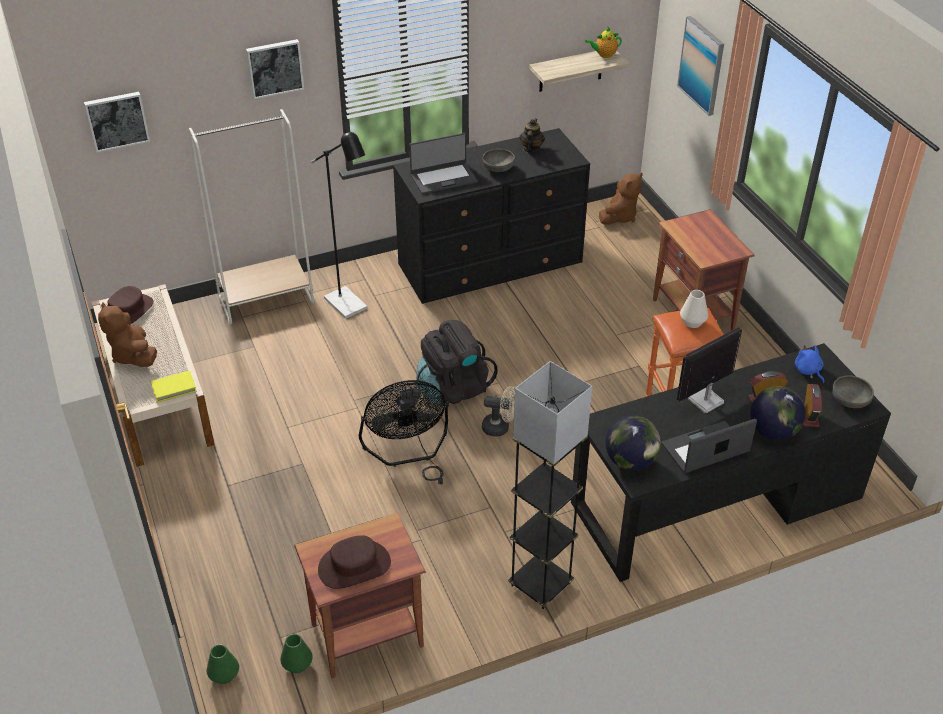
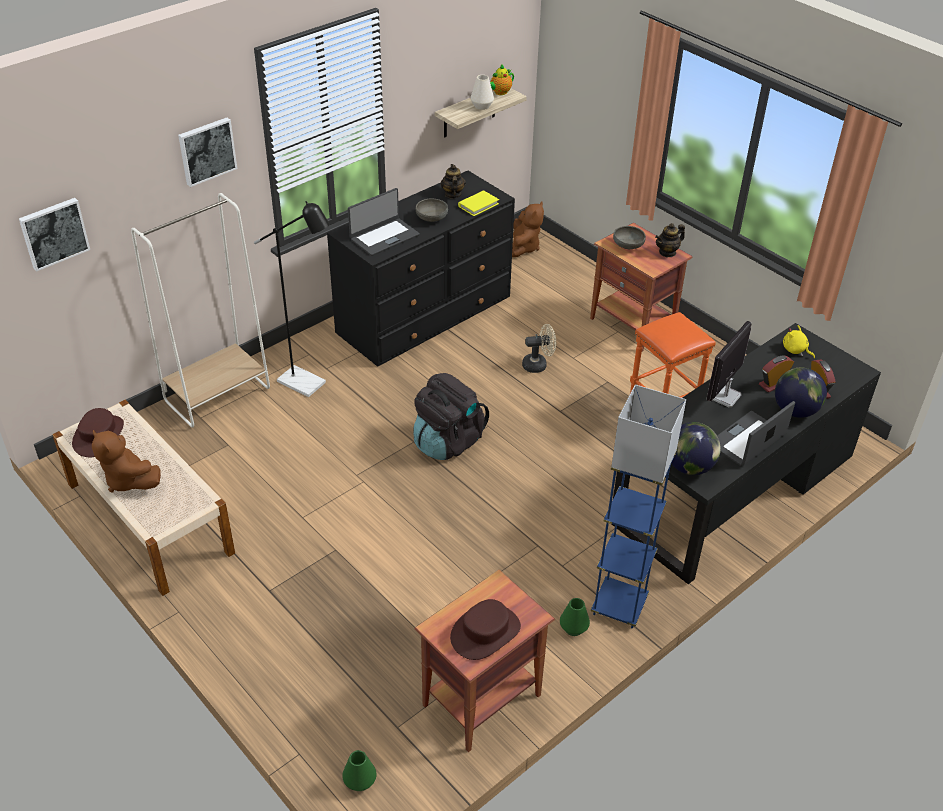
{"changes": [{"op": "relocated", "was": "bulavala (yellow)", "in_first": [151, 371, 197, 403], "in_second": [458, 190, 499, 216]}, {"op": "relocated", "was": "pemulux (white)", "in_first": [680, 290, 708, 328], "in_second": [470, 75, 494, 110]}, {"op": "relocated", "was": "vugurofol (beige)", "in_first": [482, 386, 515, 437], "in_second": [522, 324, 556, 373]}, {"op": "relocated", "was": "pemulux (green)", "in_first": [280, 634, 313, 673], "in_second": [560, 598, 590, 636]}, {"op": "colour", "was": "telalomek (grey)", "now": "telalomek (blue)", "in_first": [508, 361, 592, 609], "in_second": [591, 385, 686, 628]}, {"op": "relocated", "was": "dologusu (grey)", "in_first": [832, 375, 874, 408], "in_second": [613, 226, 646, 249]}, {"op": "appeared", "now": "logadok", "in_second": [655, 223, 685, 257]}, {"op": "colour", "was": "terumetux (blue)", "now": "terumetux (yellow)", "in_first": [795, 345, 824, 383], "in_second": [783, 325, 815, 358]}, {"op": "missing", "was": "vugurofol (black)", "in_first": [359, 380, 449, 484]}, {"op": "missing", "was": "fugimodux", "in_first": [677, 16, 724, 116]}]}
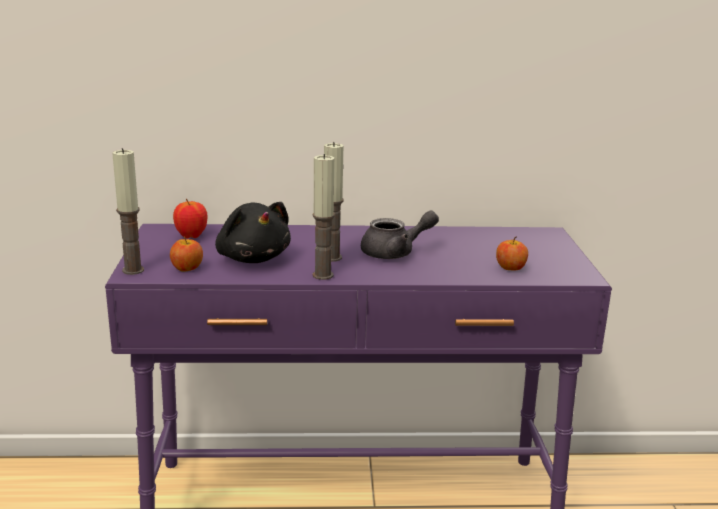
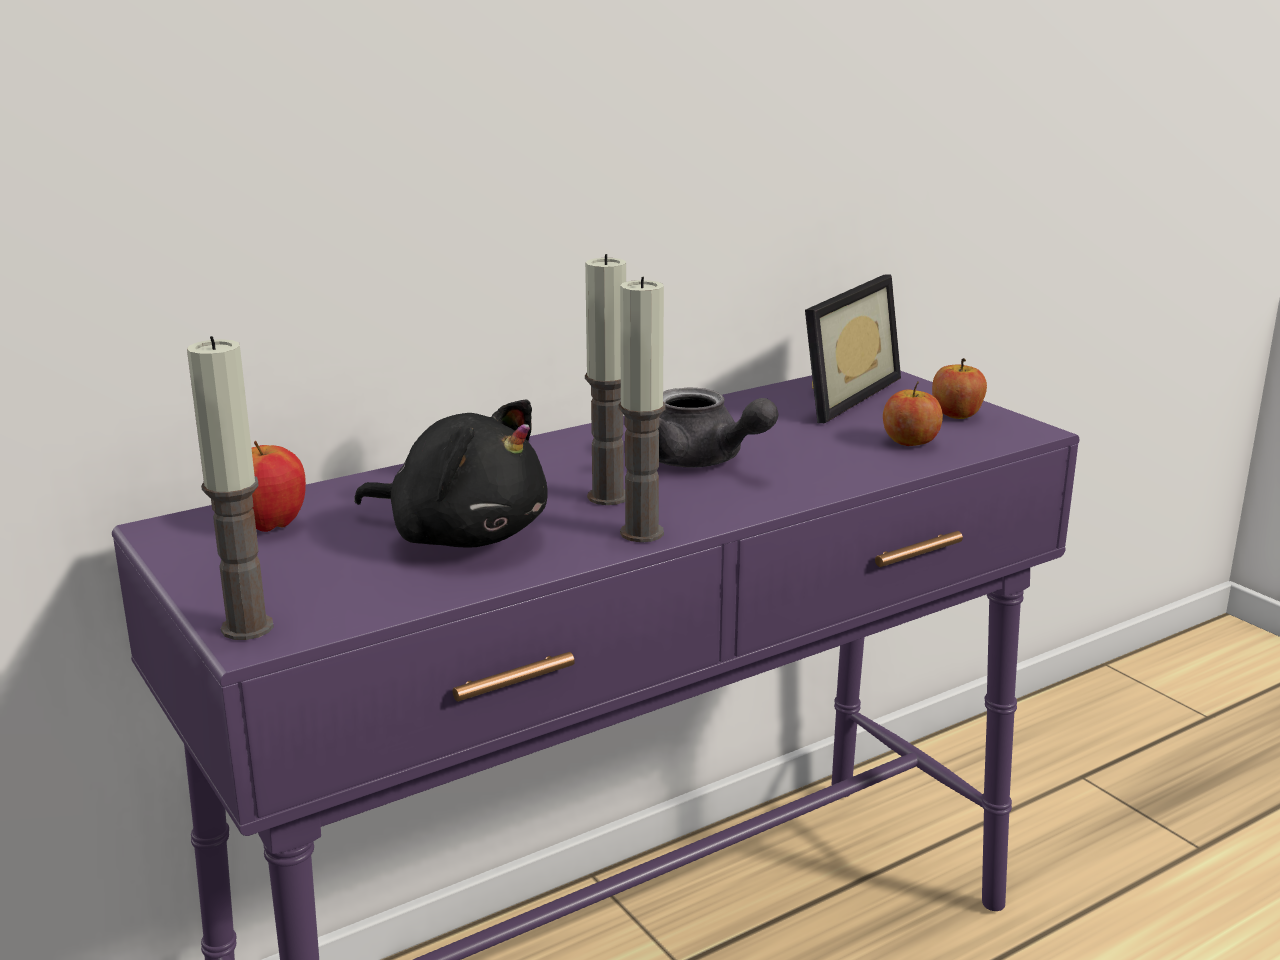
{"changes": [{"op": "spun", "was": "logadok (grey)", "in_first": [361, 211, 439, 259], "in_second": [658, 387, 779, 467], "clockwise": 90}, {"op": "appeared", "now": "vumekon", "in_second": [805, 274, 901, 423]}, {"op": "relocated", "was": "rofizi", "in_first": [170, 236, 203, 272], "in_second": [932, 358, 987, 419]}]}
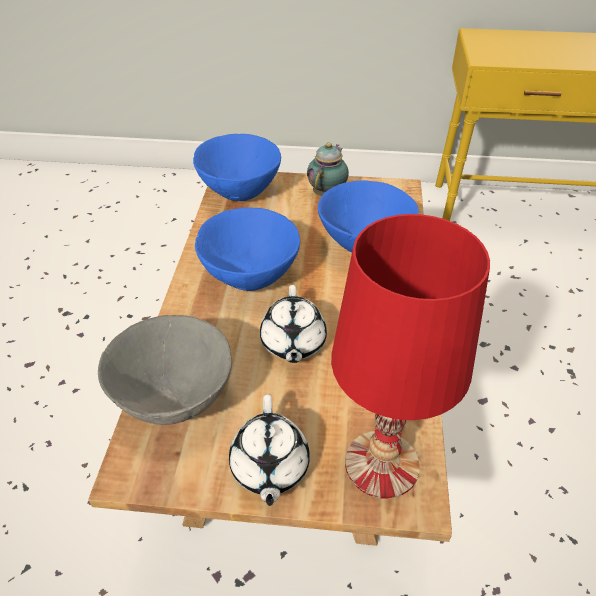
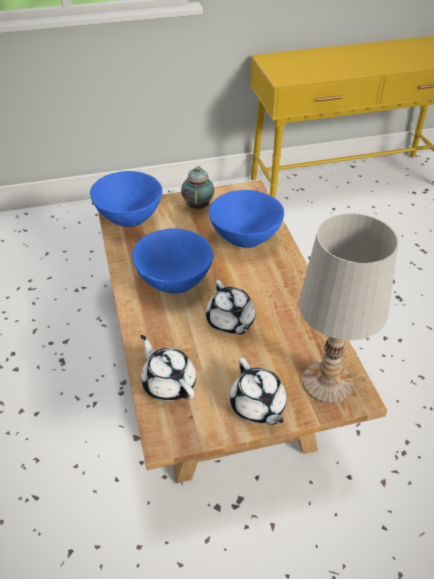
{"changes": [{"op": "exchanged", "was": "dologusu (grey)", "now": "logadok (white)", "in_first": [98, 315, 232, 425], "in_second": [141, 335, 196, 401]}, {"op": "colour", "was": "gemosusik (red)", "now": "gemosusik (white)", "in_first": [331, 214, 490, 499], "in_second": [299, 213, 399, 404]}]}
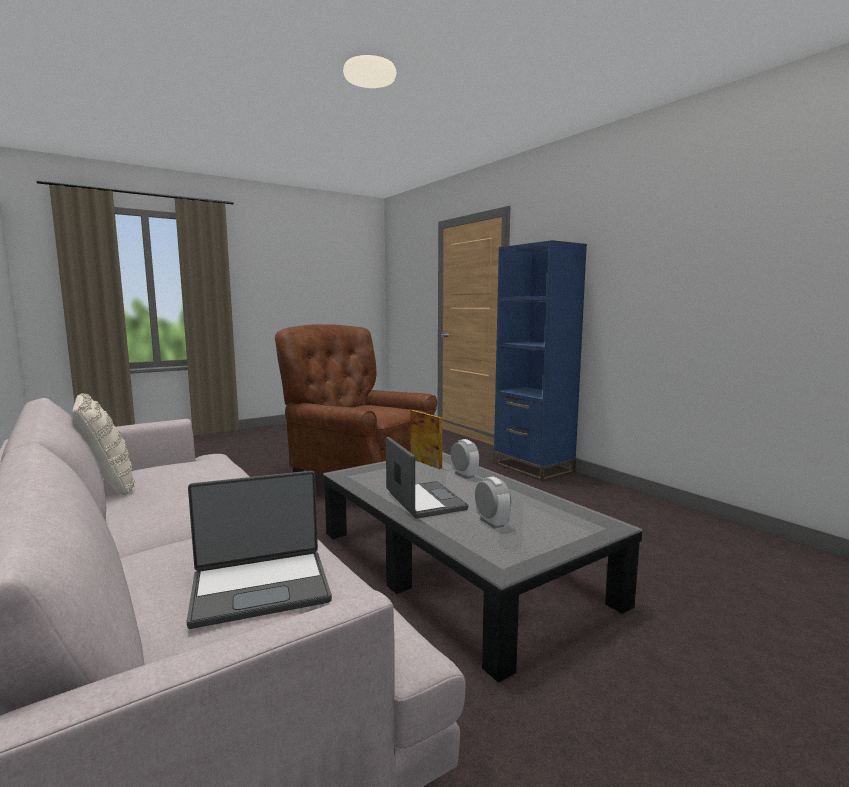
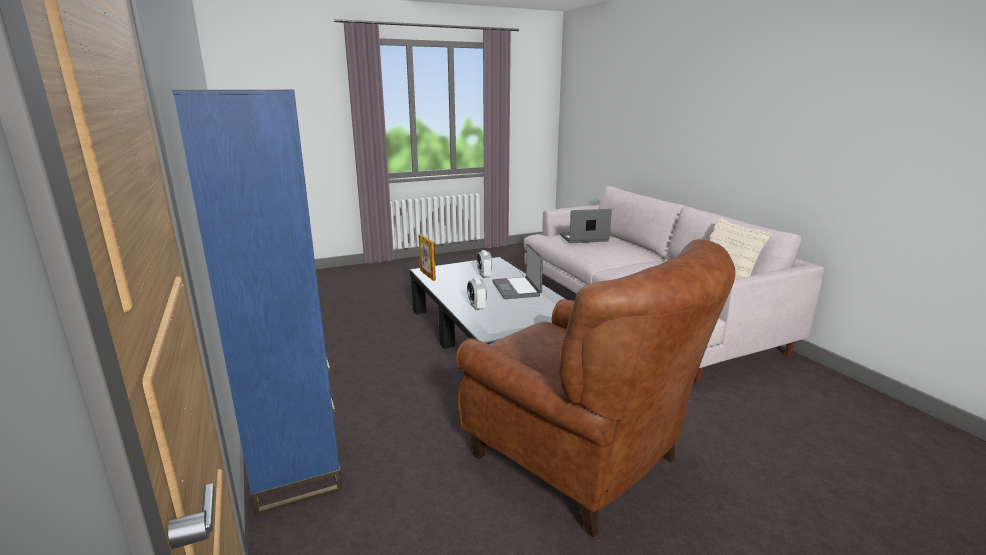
{"changes": [{"op": "relocated", "was": "vumekon", "in_first": [411, 410, 442, 469], "in_second": [418, 234, 436, 281]}]}
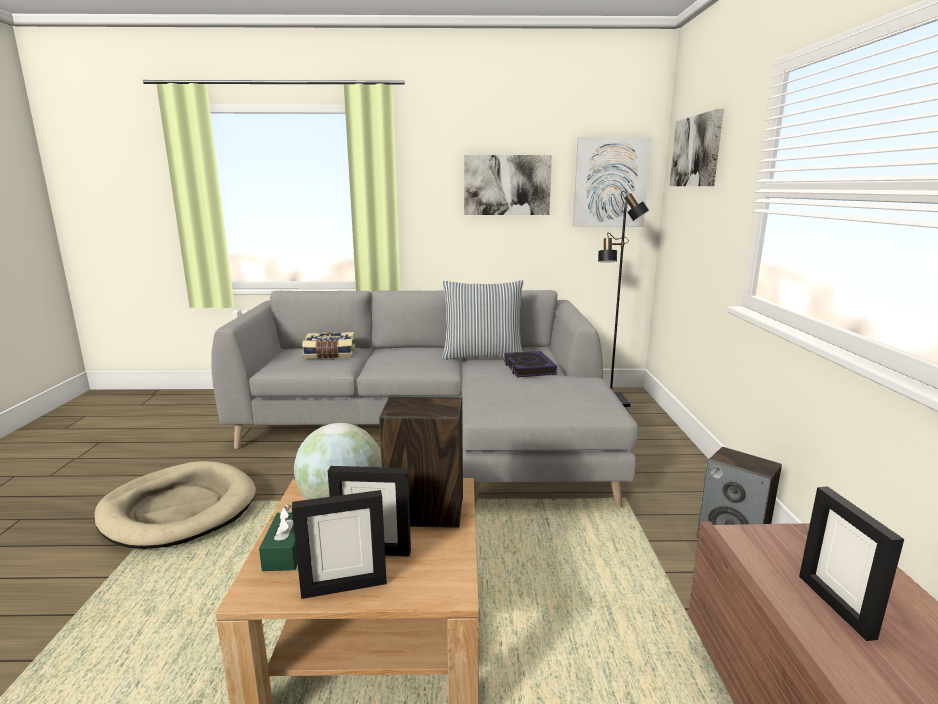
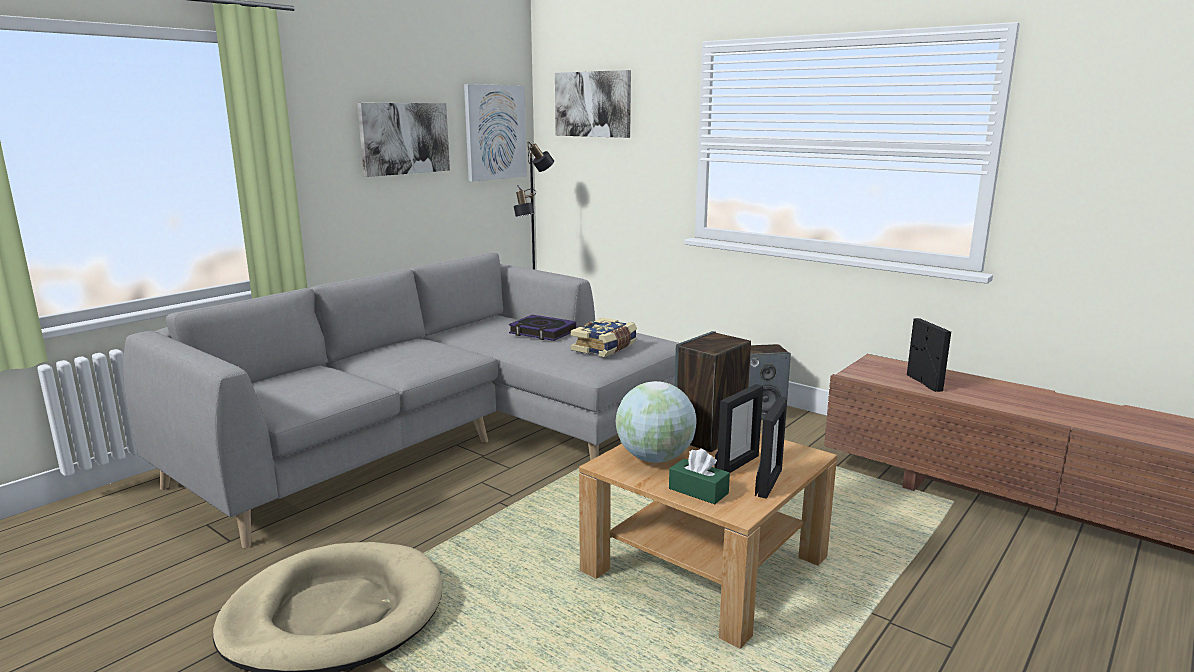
{"changes": [{"op": "relocated", "was": "bulavala", "in_first": [302, 332, 355, 359], "in_second": [571, 318, 637, 357]}, {"op": "spun", "was": "vumekon", "in_first": [799, 486, 904, 641], "in_second": [907, 318, 951, 392], "clockwise": -135}, {"op": "missing", "was": "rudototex", "in_first": [442, 280, 524, 360]}]}
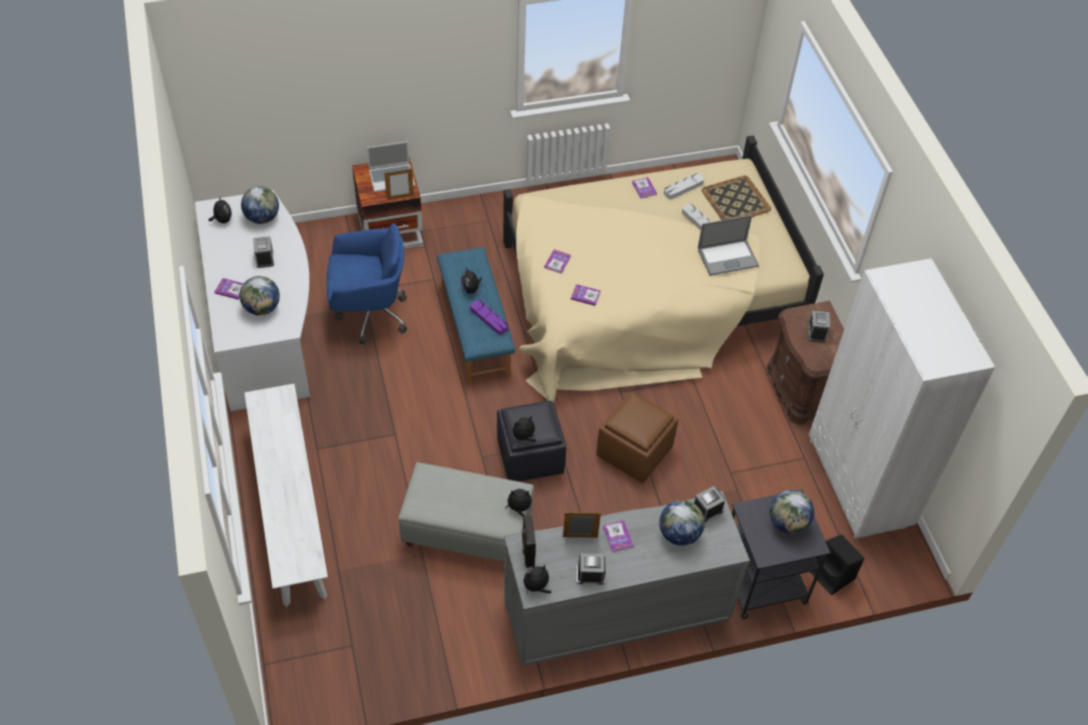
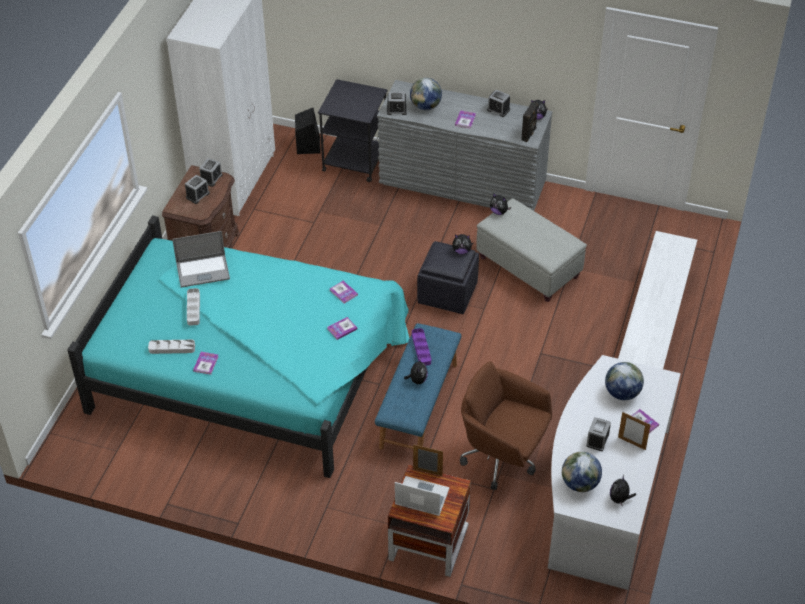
{"changes": [{"op": "colour", "was": "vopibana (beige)", "now": "vopibana (turquoise)", "in_first": [503, 135, 824, 403], "in_second": [67, 215, 410, 478]}, {"op": "spun", "was": "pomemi", "in_first": [698, 215, 759, 276], "in_second": [172, 231, 230, 288], "clockwise": 150}, {"op": "appeared", "now": "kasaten", "in_second": [199, 158, 222, 187]}, {"op": "colour", "was": "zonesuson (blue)", "now": "zonesuson (brown)", "in_first": [327, 223, 407, 345], "in_second": [460, 361, 552, 490]}, {"op": "relocated", "was": "vumekon", "in_first": [563, 512, 601, 538], "in_second": [618, 412, 651, 450]}, {"op": "missing", "was": "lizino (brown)", "in_first": [596, 392, 678, 483]}, {"op": "missing", "was": "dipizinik", "in_first": [702, 176, 771, 220]}, {"op": "missing", "was": "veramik", "in_first": [770, 490, 814, 534]}]}
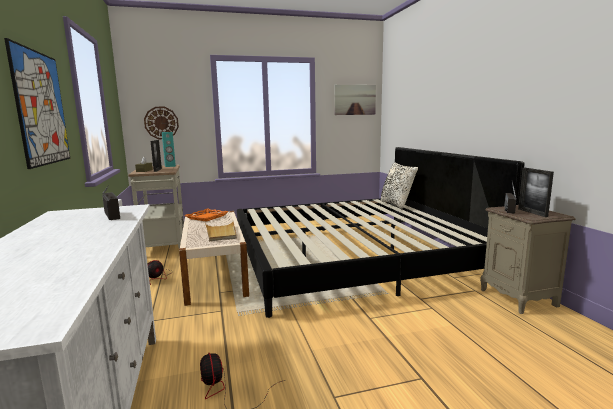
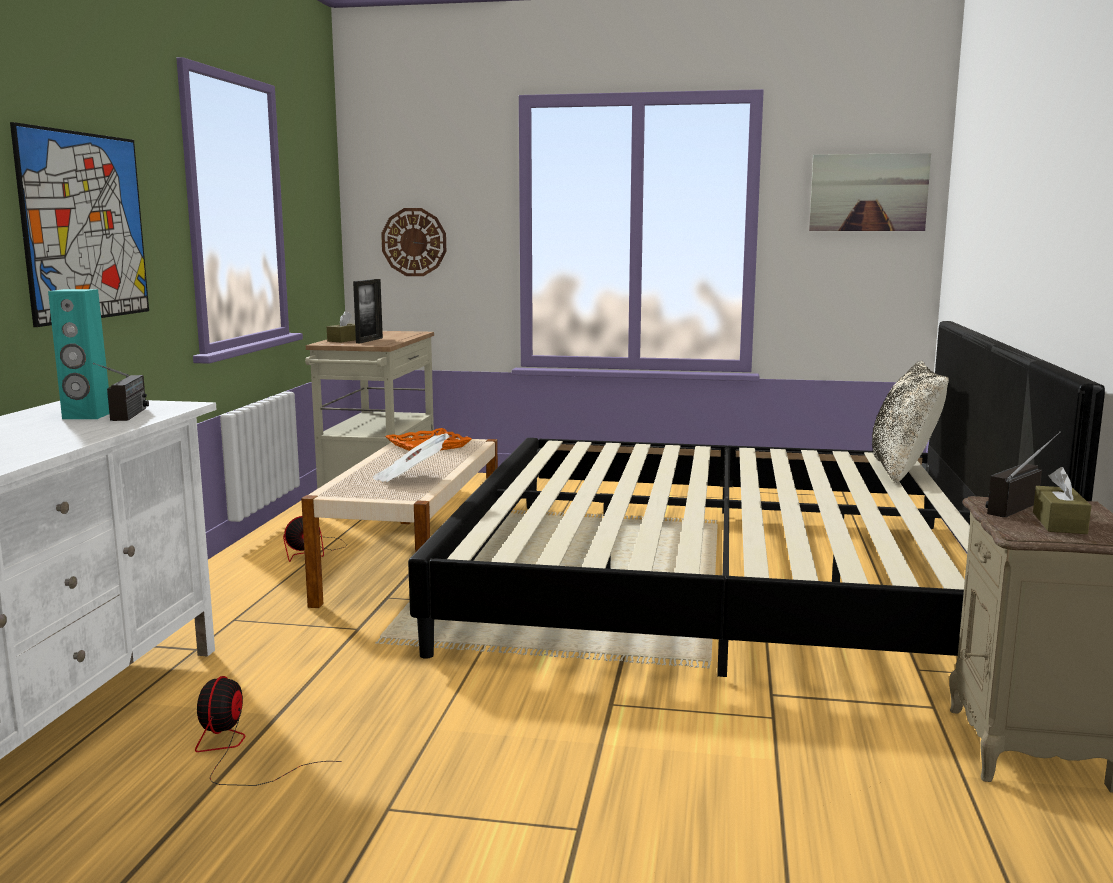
{"changes": [{"op": "relocated", "was": "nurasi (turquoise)", "in_first": [162, 132, 176, 167], "in_second": [48, 289, 109, 419]}, {"op": "exchanged", "was": "dipizinik (beige)", "now": "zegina", "in_first": [205, 221, 237, 241], "in_second": [372, 434, 450, 483]}, {"op": "exchanged", "was": "vumekon", "now": "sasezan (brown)", "in_first": [518, 168, 554, 217], "in_second": [1033, 467, 1091, 534]}]}
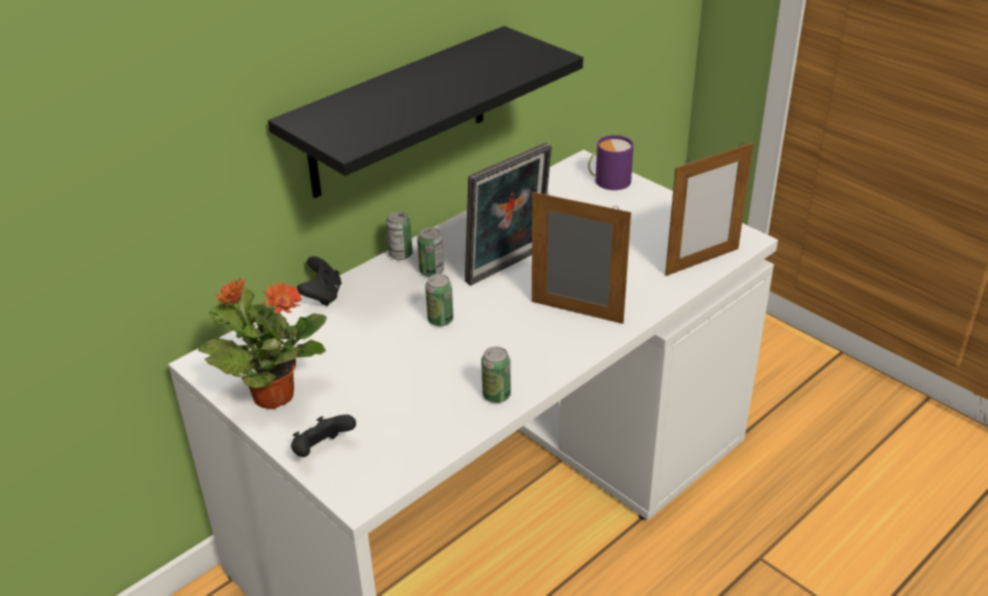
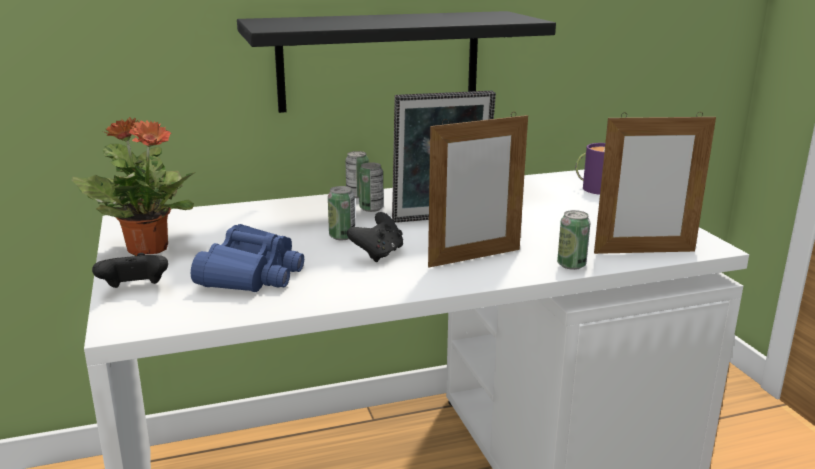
{"changes": [{"op": "appeared", "now": "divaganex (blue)", "in_second": [191, 224, 304, 292]}, {"op": "relocated", "was": "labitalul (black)", "in_first": [297, 256, 341, 306], "in_second": [347, 212, 403, 262]}, {"op": "spun", "was": "vumekon", "in_first": [532, 191, 631, 324], "in_second": [428, 112, 528, 267], "clockwise": 105}, {"op": "relocated", "was": "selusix", "in_first": [481, 347, 511, 403], "in_second": [557, 210, 591, 270]}]}
